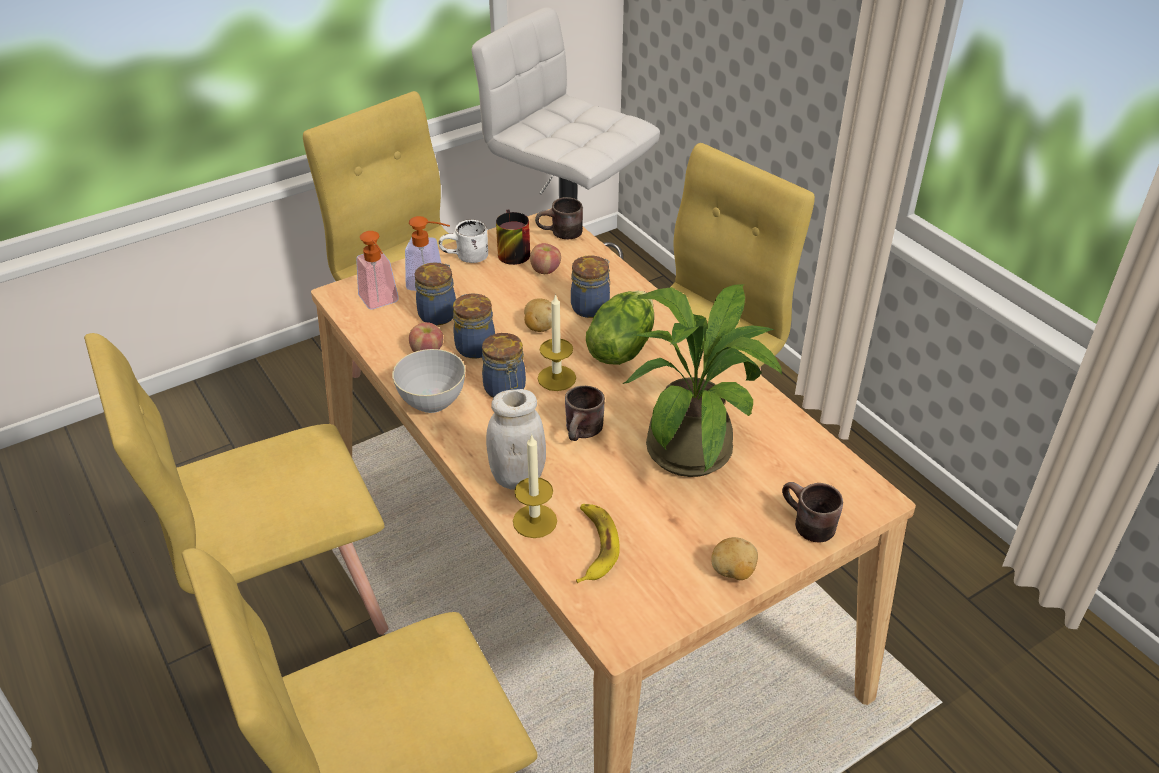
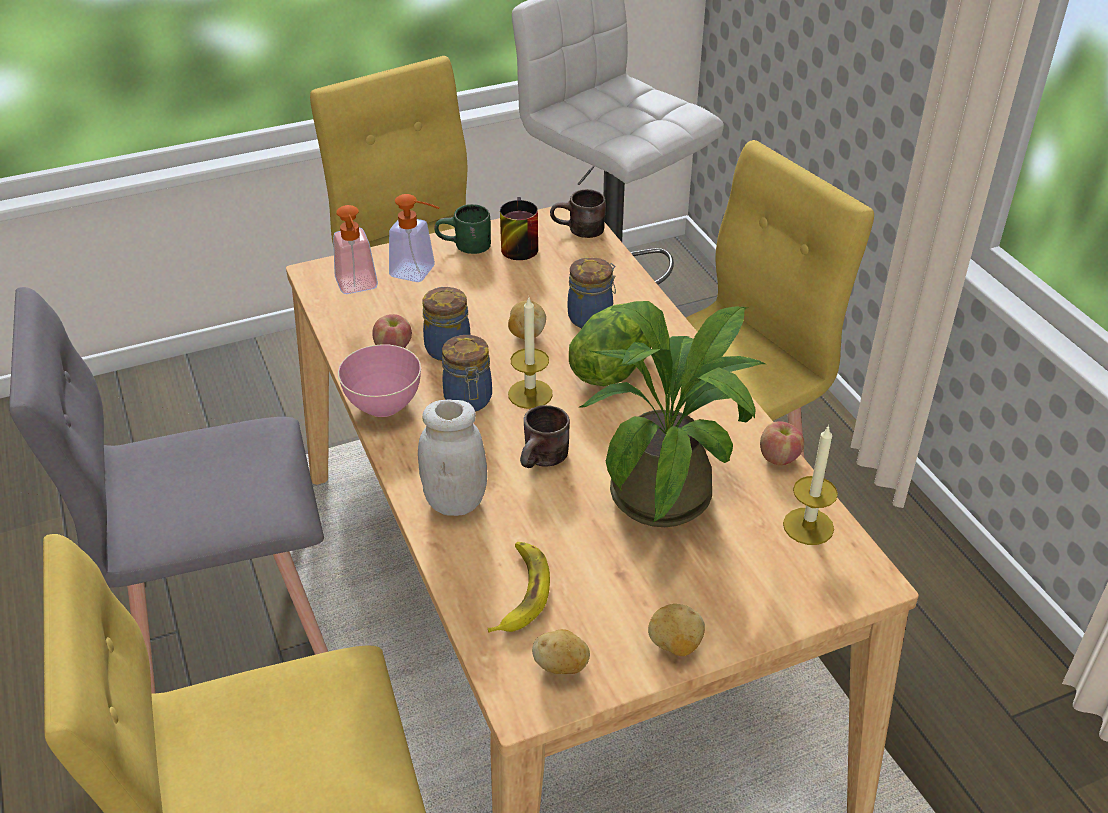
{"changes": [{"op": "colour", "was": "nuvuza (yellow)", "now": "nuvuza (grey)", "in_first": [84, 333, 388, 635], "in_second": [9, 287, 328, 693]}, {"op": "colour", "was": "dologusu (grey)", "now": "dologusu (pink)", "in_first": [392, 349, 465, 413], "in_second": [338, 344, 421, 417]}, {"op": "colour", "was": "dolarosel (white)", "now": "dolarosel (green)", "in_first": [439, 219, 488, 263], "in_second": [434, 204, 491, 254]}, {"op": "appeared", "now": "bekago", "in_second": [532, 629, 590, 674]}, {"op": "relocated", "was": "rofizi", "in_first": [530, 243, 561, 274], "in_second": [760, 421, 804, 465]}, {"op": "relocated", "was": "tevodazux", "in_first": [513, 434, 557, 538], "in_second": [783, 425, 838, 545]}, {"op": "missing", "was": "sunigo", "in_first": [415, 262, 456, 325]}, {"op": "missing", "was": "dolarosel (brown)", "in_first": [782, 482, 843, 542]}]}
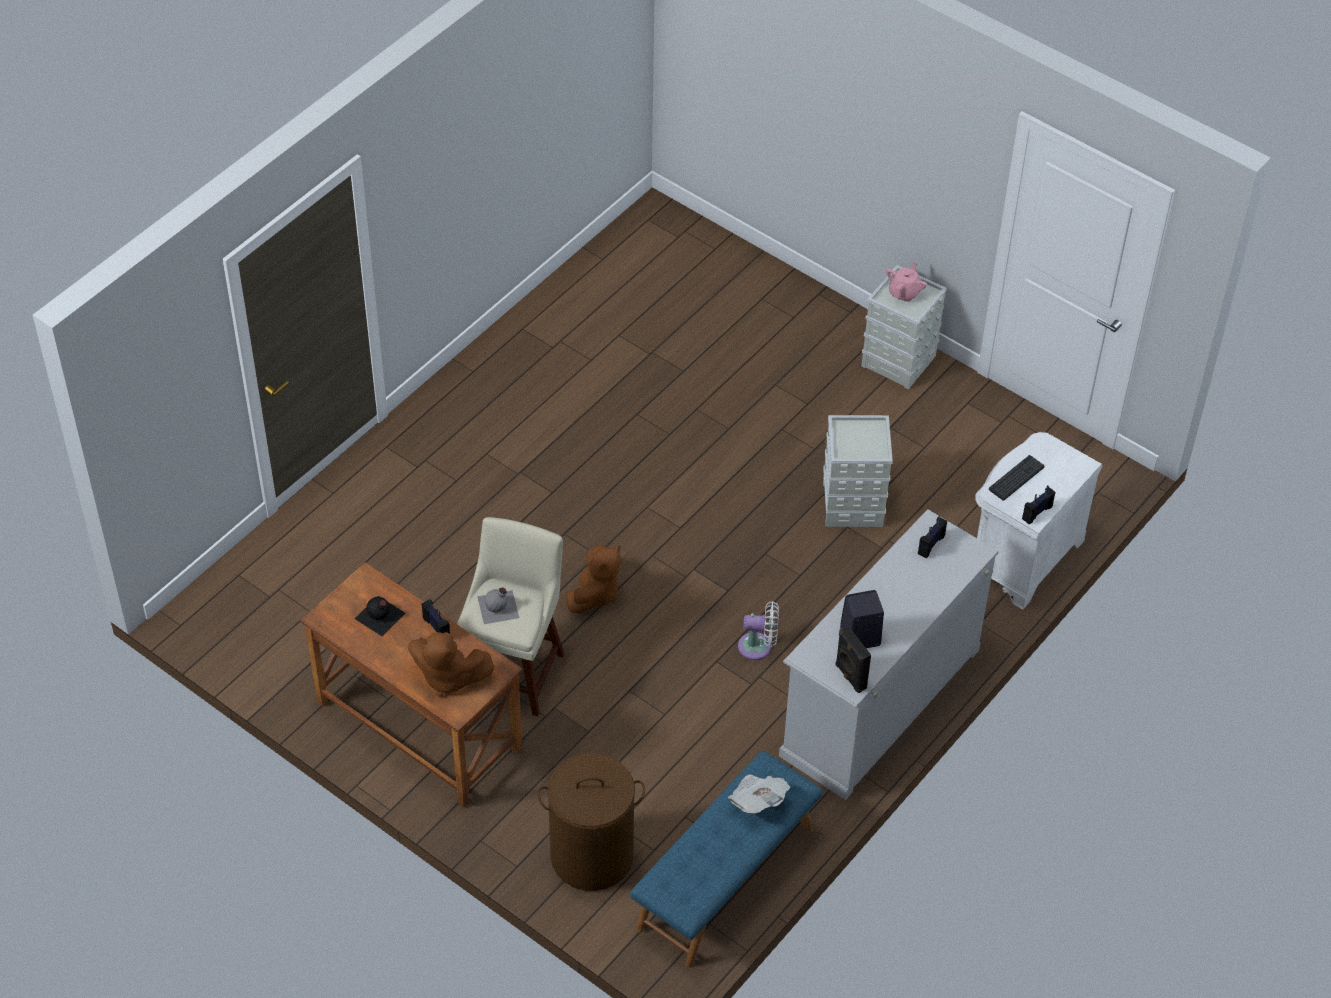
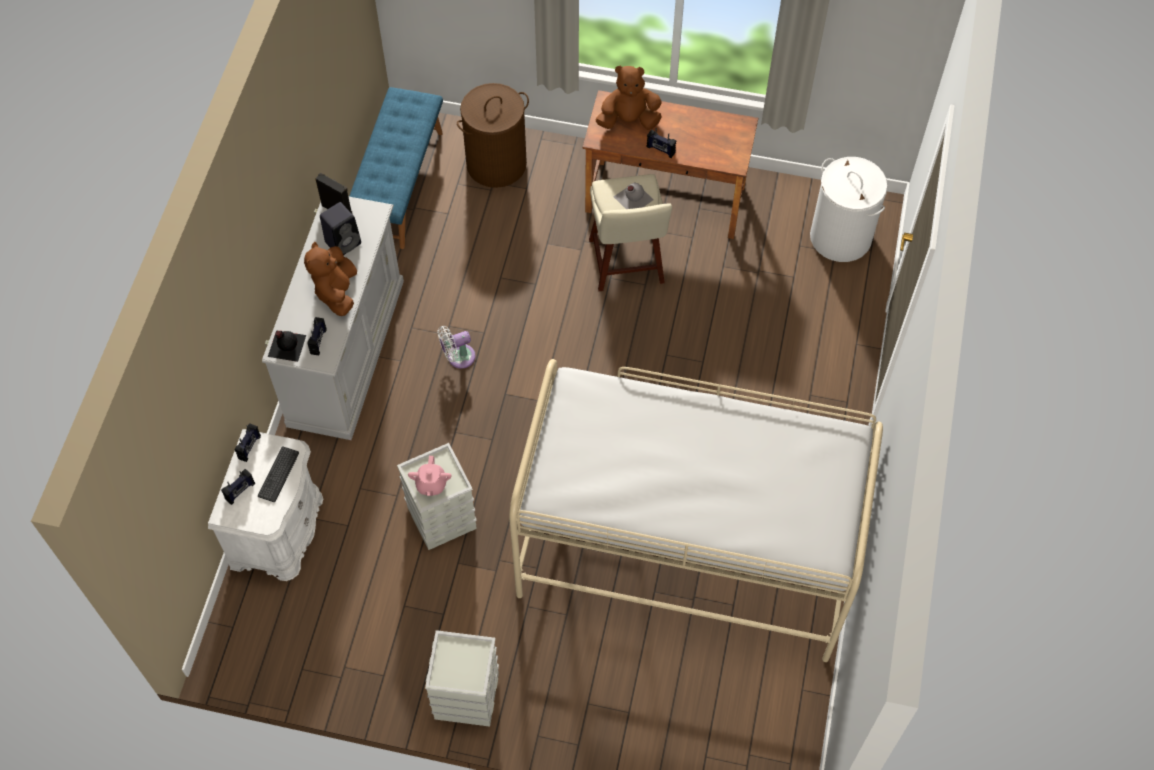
{"changes": [{"op": "appeared", "now": "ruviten", "in_second": [221, 469, 255, 505]}, {"op": "relocated", "was": "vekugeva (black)", "in_first": [355, 596, 406, 636], "in_second": [268, 330, 306, 362]}, {"op": "relocated", "was": "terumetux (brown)", "in_first": [565, 545, 621, 613], "in_second": [304, 242, 357, 316]}, {"op": "relocated", "was": "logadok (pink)", "in_first": [886, 261, 927, 302], "in_second": [408, 456, 452, 496]}, {"op": "appeared", "now": "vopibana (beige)", "in_second": [509, 359, 883, 662]}, {"op": "appeared", "now": "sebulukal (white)", "in_second": [810, 157, 888, 262]}, {"op": "missing", "was": "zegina", "in_first": [728, 775, 790, 813]}]}
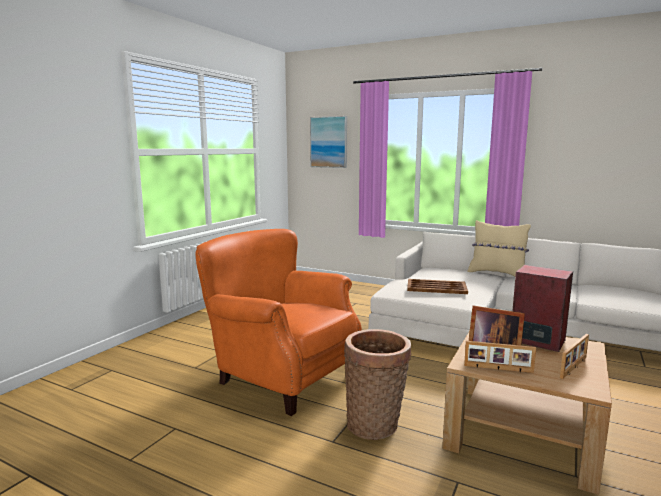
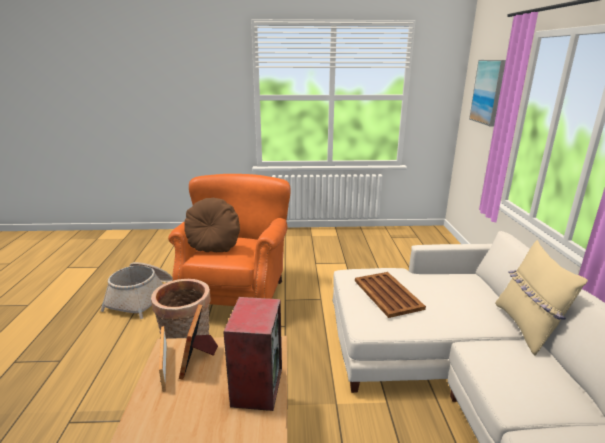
{"changes": [{"op": "appeared", "now": "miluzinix", "in_second": [101, 262, 173, 319]}, {"op": "appeared", "now": "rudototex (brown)", "in_second": [184, 198, 240, 252]}, {"op": "missing", "was": "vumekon", "in_first": [560, 334, 589, 379]}]}
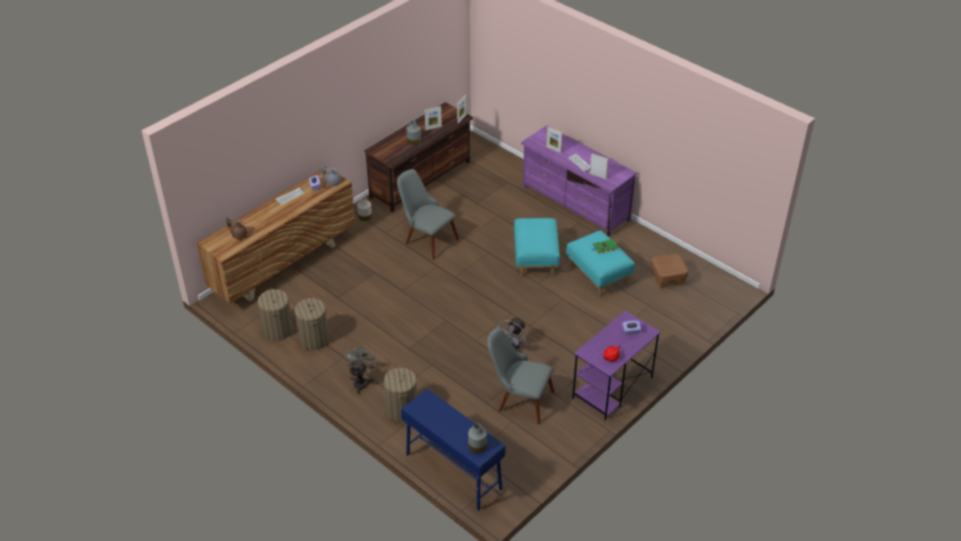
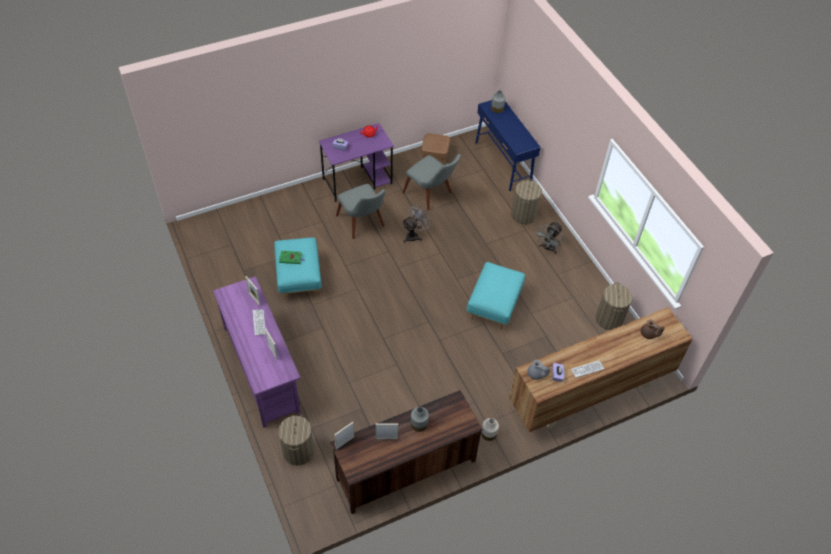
{"changes": [{"op": "relocated", "was": "sebulukal", "in_first": [294, 298, 329, 350], "in_second": [278, 413, 314, 465]}, {"op": "relocated", "was": "nuvuza (grey)", "in_first": [397, 169, 459, 260], "in_second": [336, 184, 385, 239]}, {"op": "relocated", "was": "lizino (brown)", "in_first": [651, 254, 688, 289], "in_second": [421, 133, 450, 164]}, {"op": "relocated", "was": "lizino (turquoise)", "in_first": [514, 218, 560, 276], "in_second": [467, 262, 525, 330]}]}
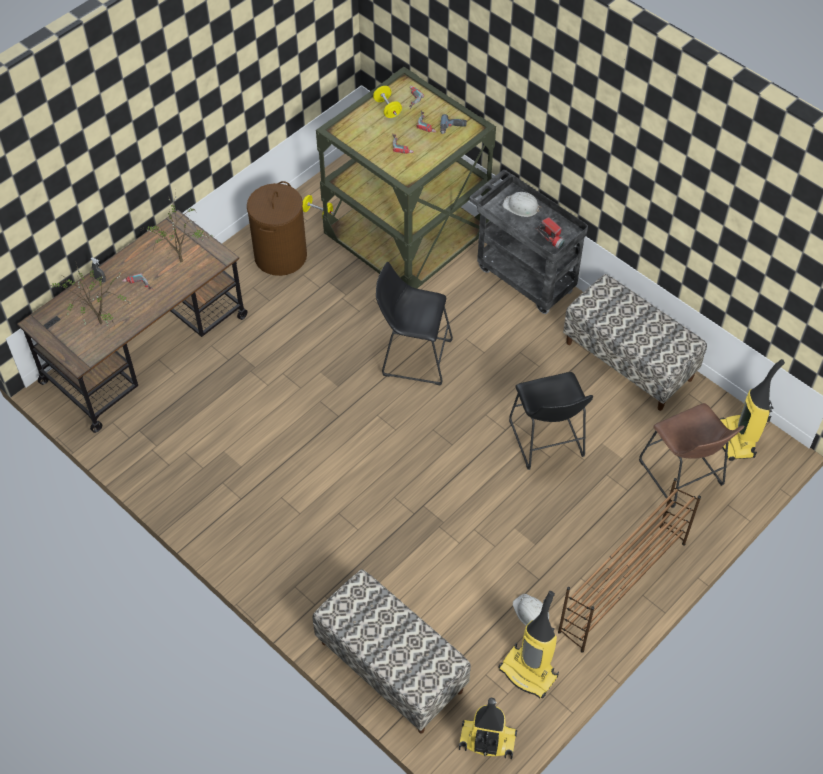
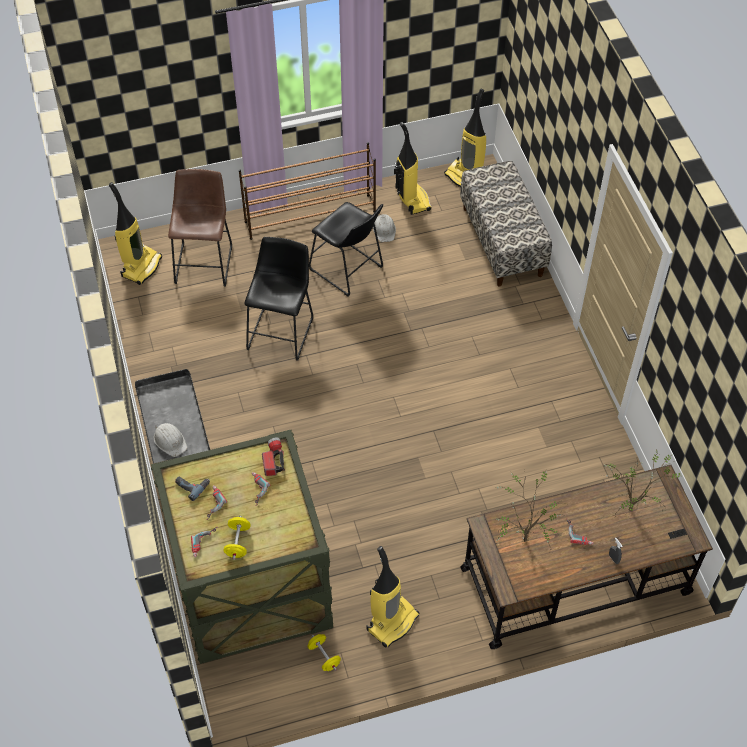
{"changes": [{"op": "relocated", "was": "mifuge", "in_first": [536, 217, 565, 249], "in_second": [262, 438, 285, 476]}, {"op": "relocated", "was": "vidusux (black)", "in_first": [376, 262, 453, 385], "in_second": [309, 202, 383, 297]}, {"op": "exchanged", "was": "sebulukal (brown)", "now": "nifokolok", "in_first": [247, 181, 307, 276], "in_second": [367, 546, 419, 647]}, {"op": "missing", "was": "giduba", "in_first": [563, 274, 707, 411]}]}
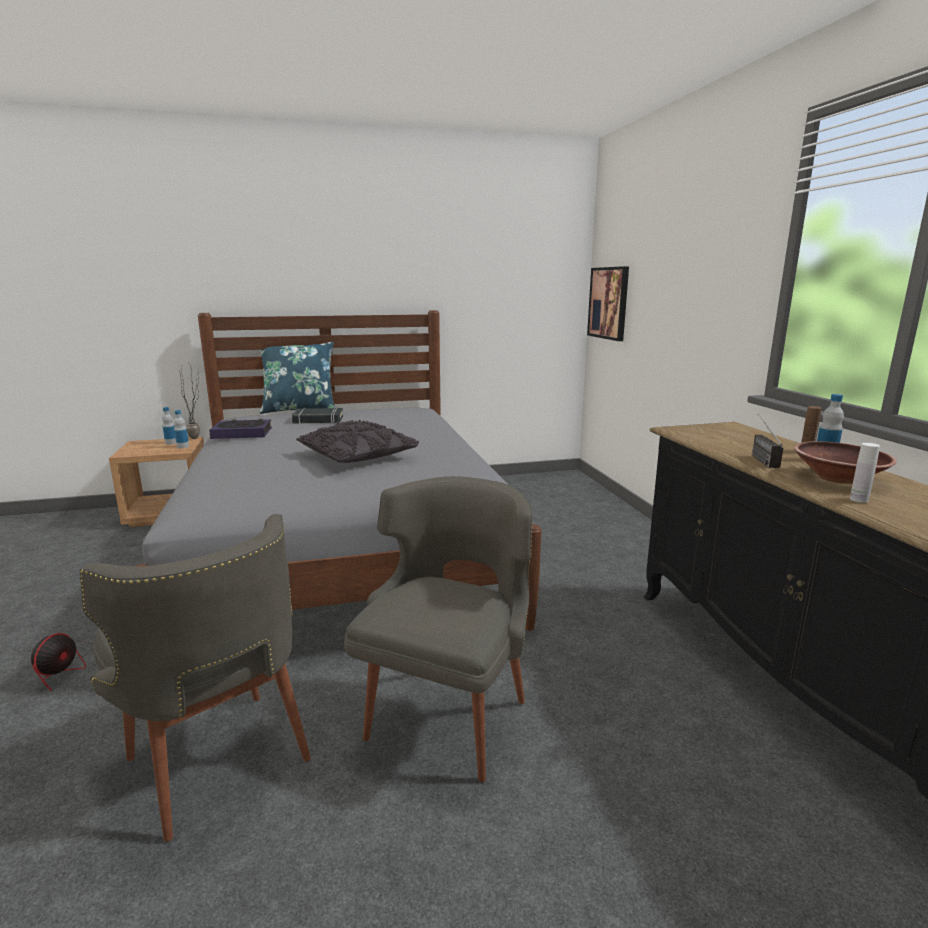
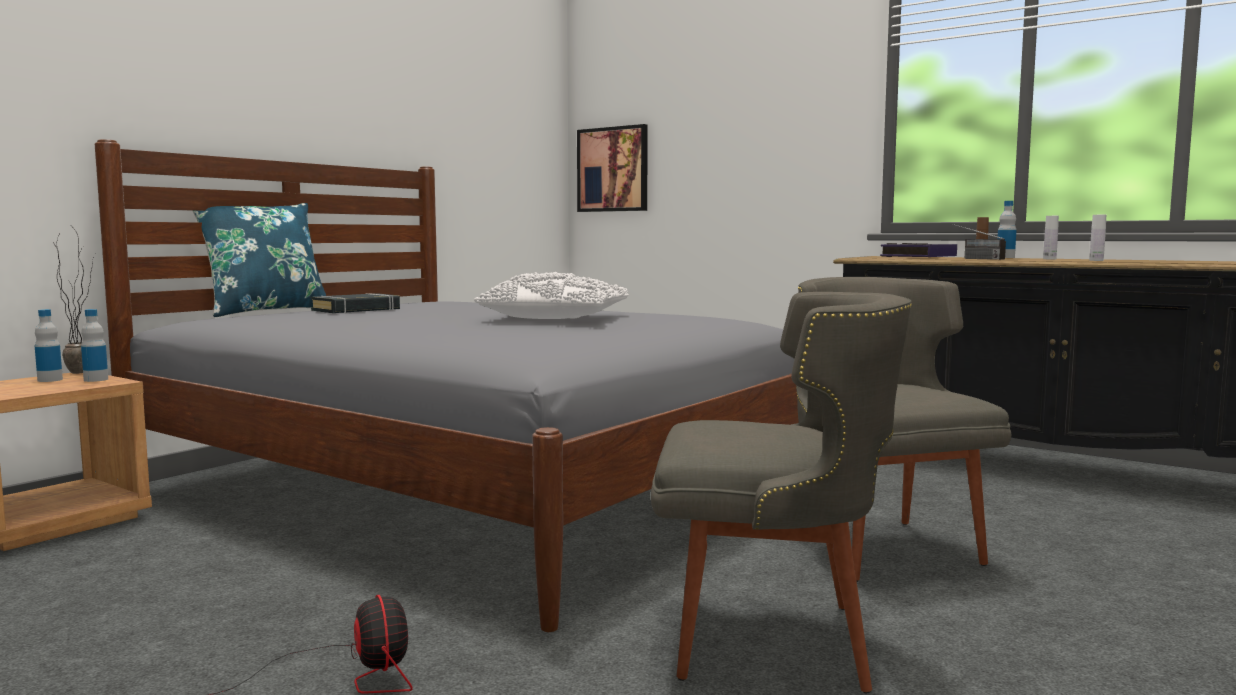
{"changes": [{"op": "colour", "was": "rudototex (black)", "now": "rudototex (white)", "in_first": [296, 420, 419, 463], "in_second": [474, 272, 629, 319]}, {"op": "relocated", "was": "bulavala", "in_first": [209, 419, 272, 439], "in_second": [880, 243, 957, 257]}, {"op": "exchanged", "was": "dologusu (brown)", "now": "vekugeva (white)", "in_first": [794, 441, 897, 484], "in_second": [1043, 216, 1059, 259]}]}
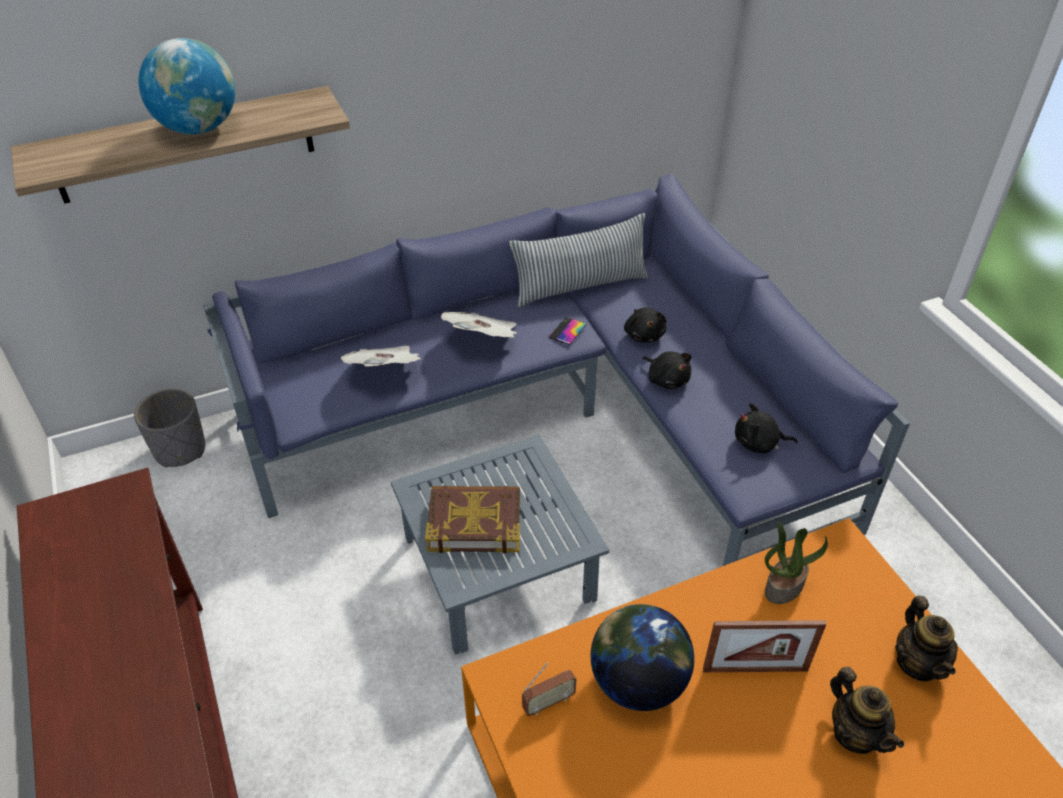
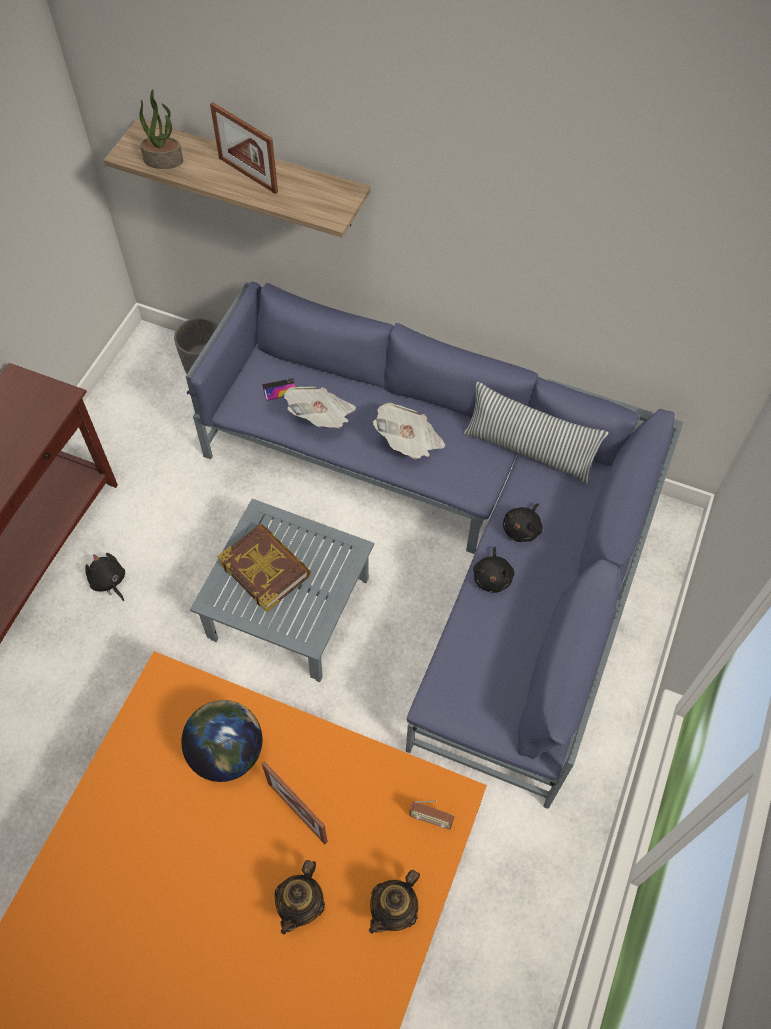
{"changes": [{"op": "relocated", "was": "terumetux (black)", "in_first": [735, 403, 798, 453], "in_second": [85, 553, 125, 601]}, {"op": "relocated", "was": "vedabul", "in_first": [765, 522, 828, 604], "in_second": [139, 89, 183, 169]}, {"op": "exchanged", "was": "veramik", "now": "vumekon", "in_first": [138, 38, 235, 134], "in_second": [210, 102, 278, 194]}, {"op": "relocated", "was": "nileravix", "in_first": [548, 317, 587, 345], "in_second": [262, 378, 296, 401]}, {"op": "relocated", "was": "ruviten", "in_first": [522, 662, 577, 716], "in_second": [409, 801, 454, 829]}]}
